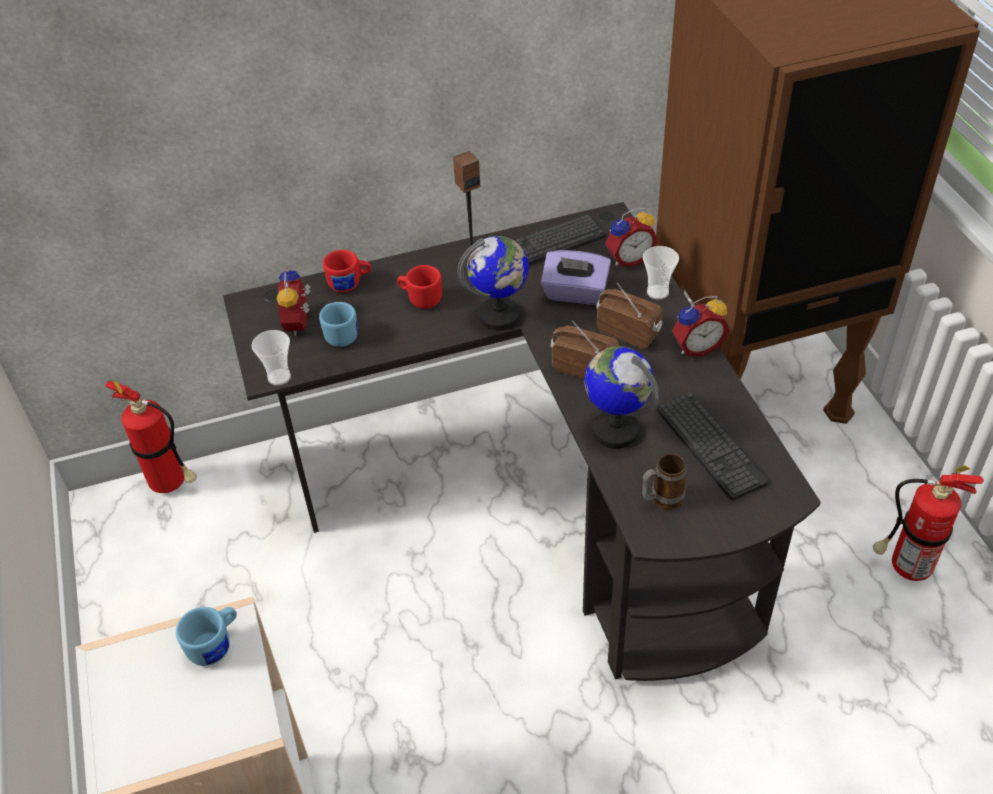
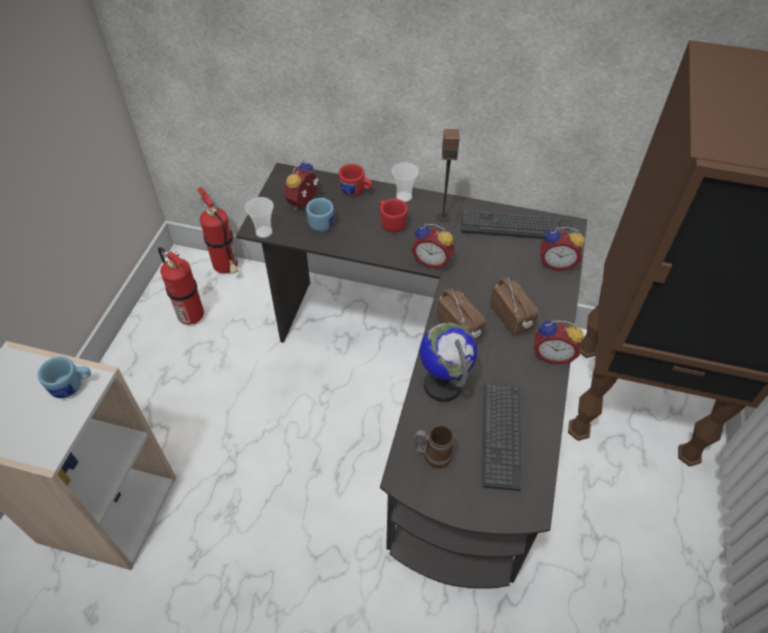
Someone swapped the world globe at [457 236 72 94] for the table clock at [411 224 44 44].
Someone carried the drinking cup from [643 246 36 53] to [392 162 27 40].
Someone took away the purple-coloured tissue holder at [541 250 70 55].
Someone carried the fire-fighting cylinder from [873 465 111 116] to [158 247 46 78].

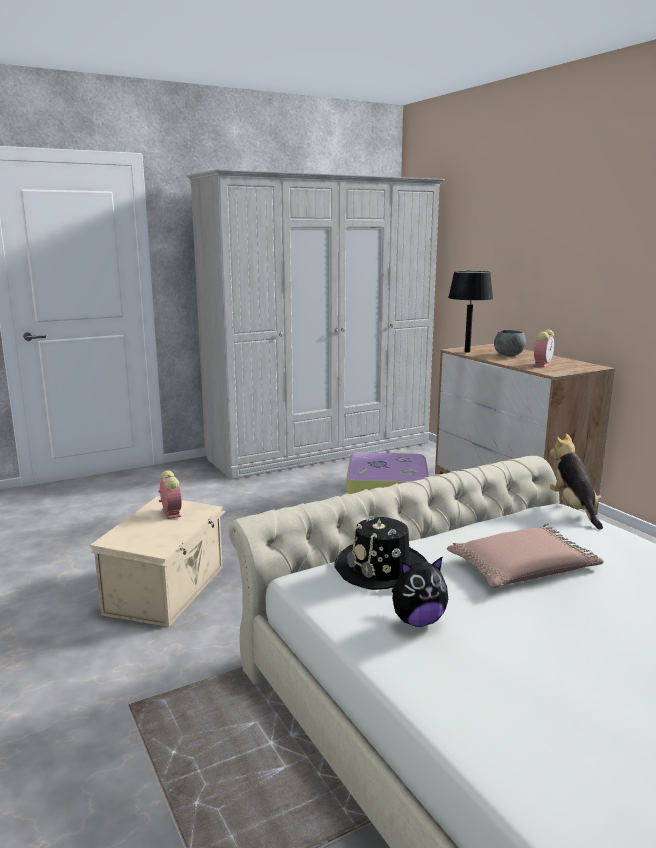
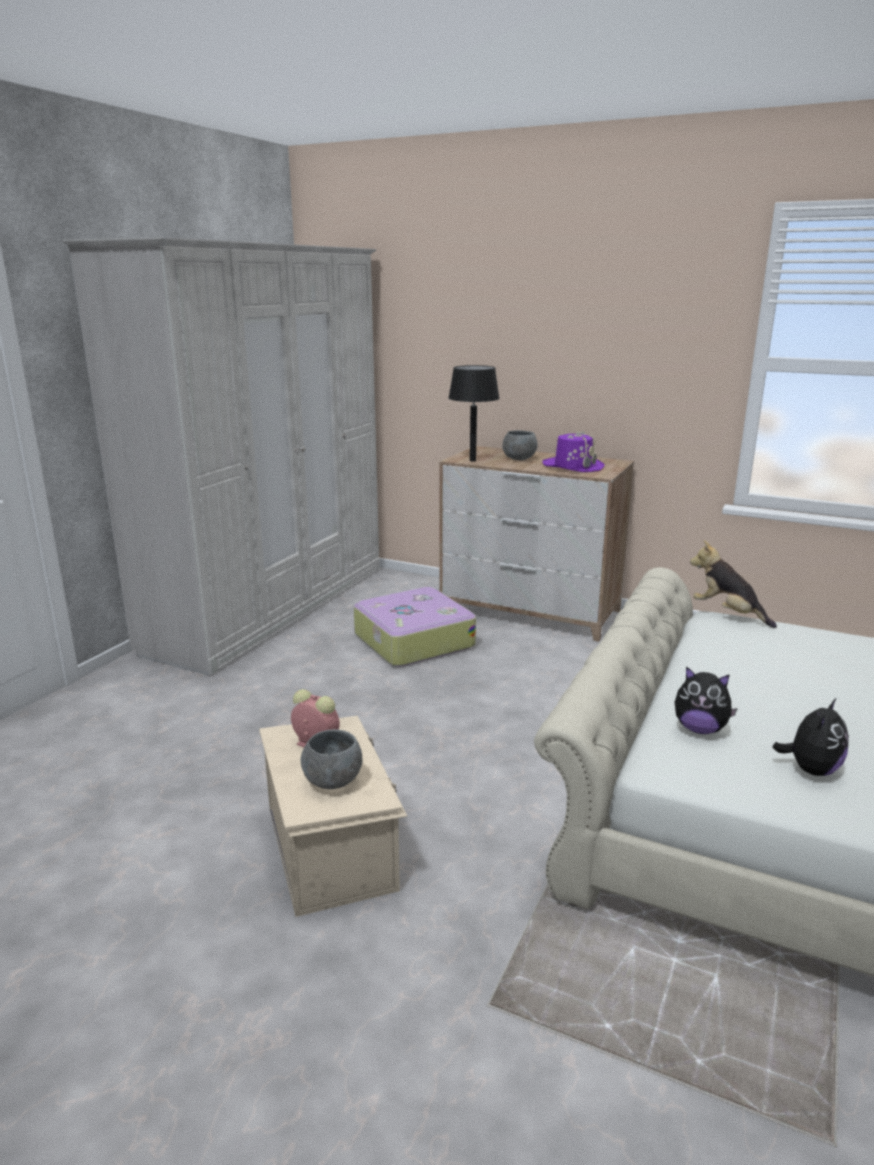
Someone swapped the table clock at [534 330 21 38] for the purple-coloured hat at [542 431 63 41].
Someone swapped the blackish hat at [334 516 94 74] for the plush toy at [675 666 63 68].
Someone took away the sand-coloured throw pillow at [447 523 157 65].
Someone put down the grey deep dish at [301 729 62 60].

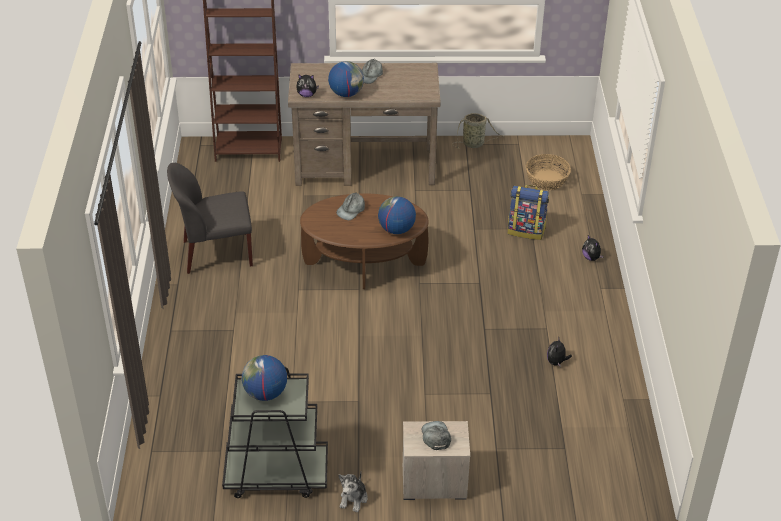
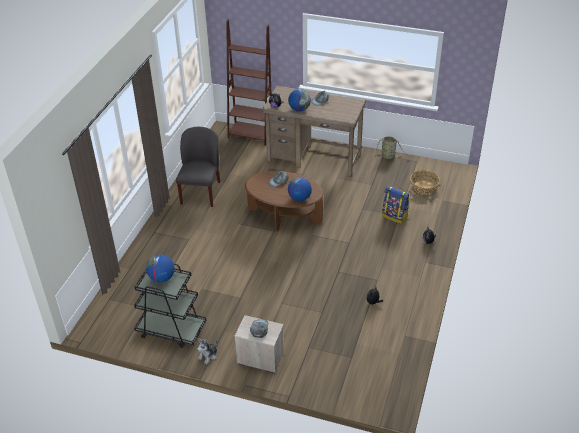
Someone rotated the grey upright chair at [167 163 86 111] by 90 degrees clockwise.

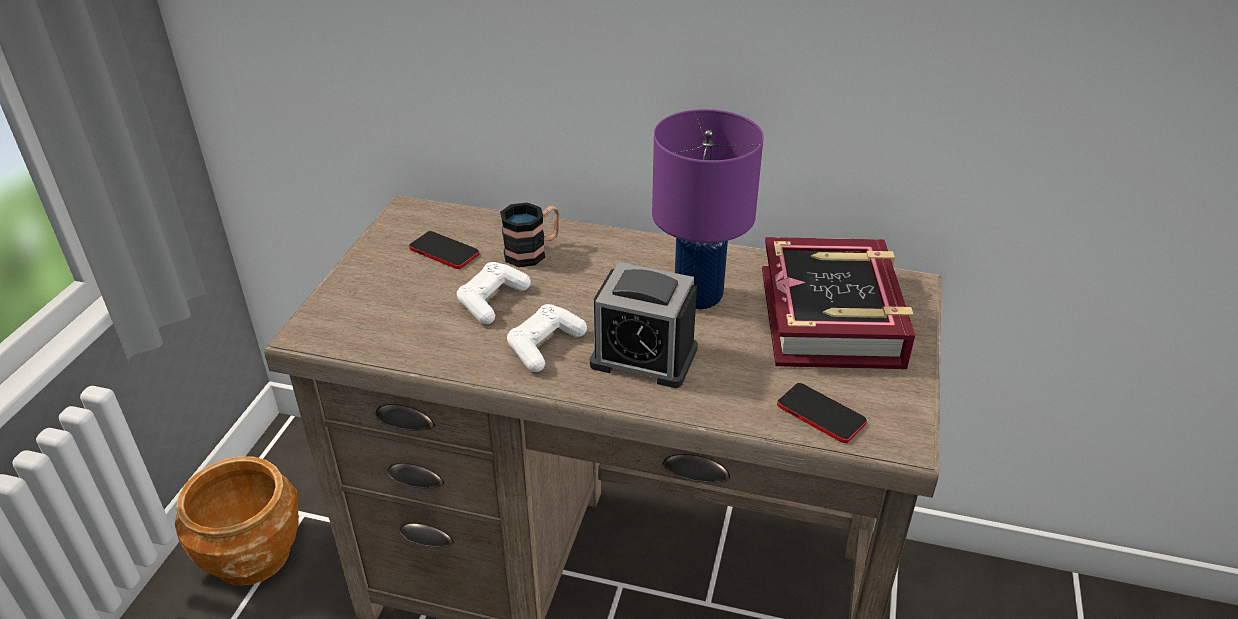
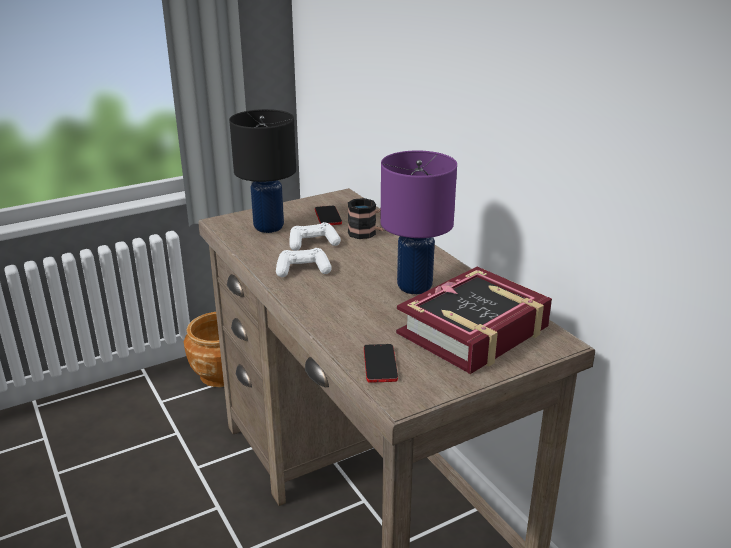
Someone took away the table clock at [590 262 108 126].
Someone put down the blackish tabletop lamp at [229 109 67 124].

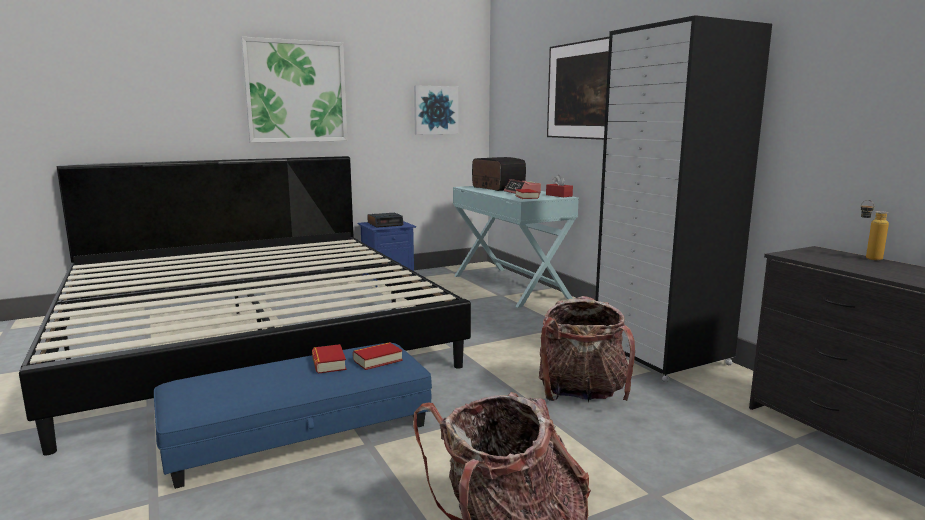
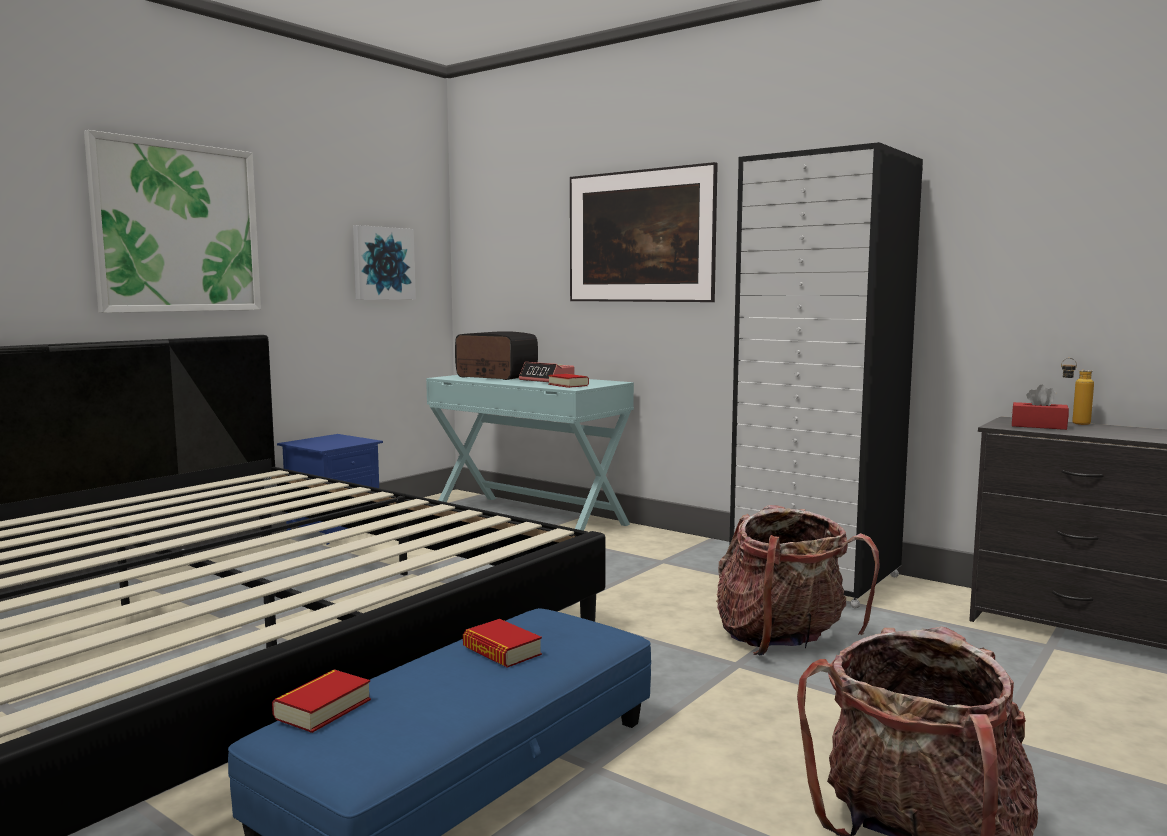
Someone carried the reddish tissue holder from [546 175 27 22] to [1012 385 57 45].
Someone took away the table clock at [367 213 37 15].
Someone carried the book from [353 342 50 28] to [272 669 99 64].

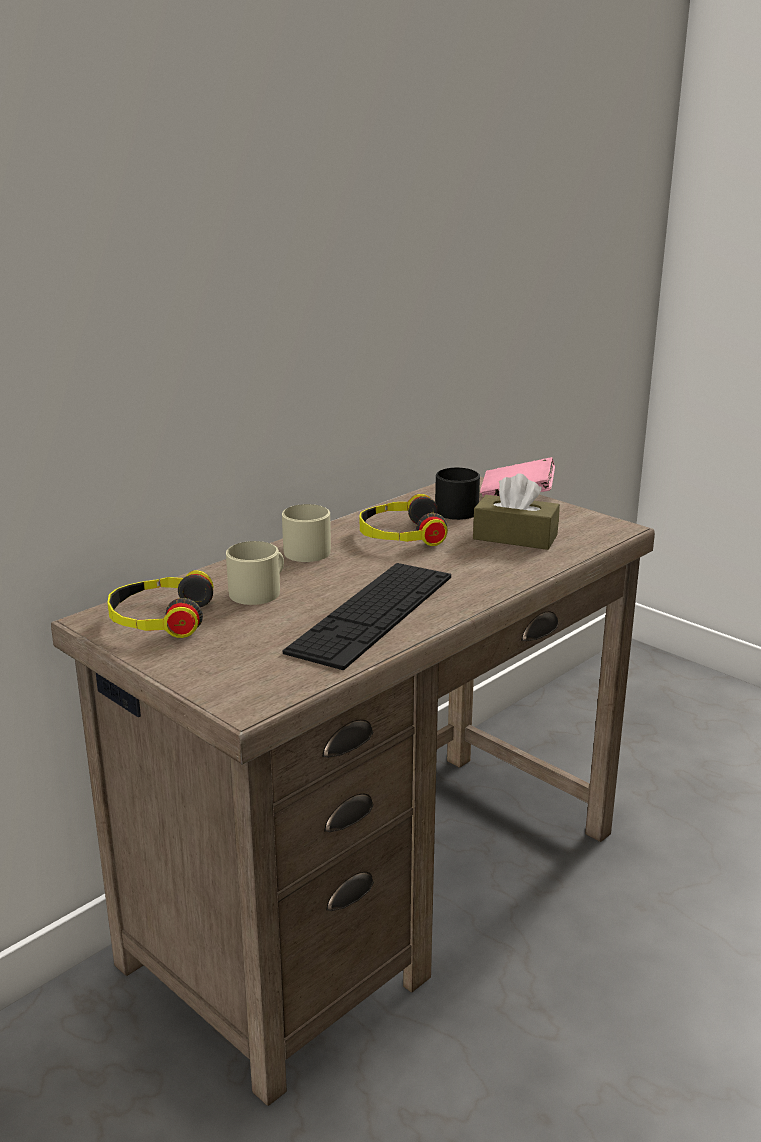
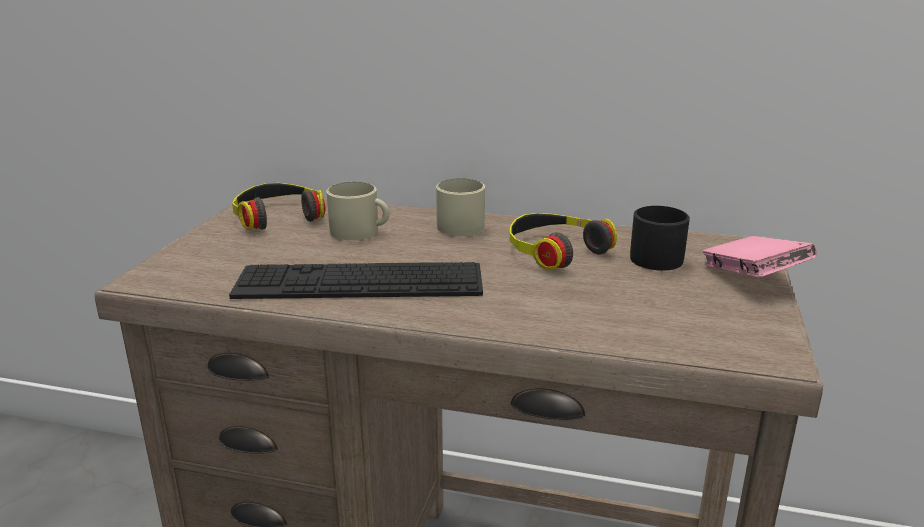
Someone took away the brown-coloured tissue holder at [473 473 87 77].

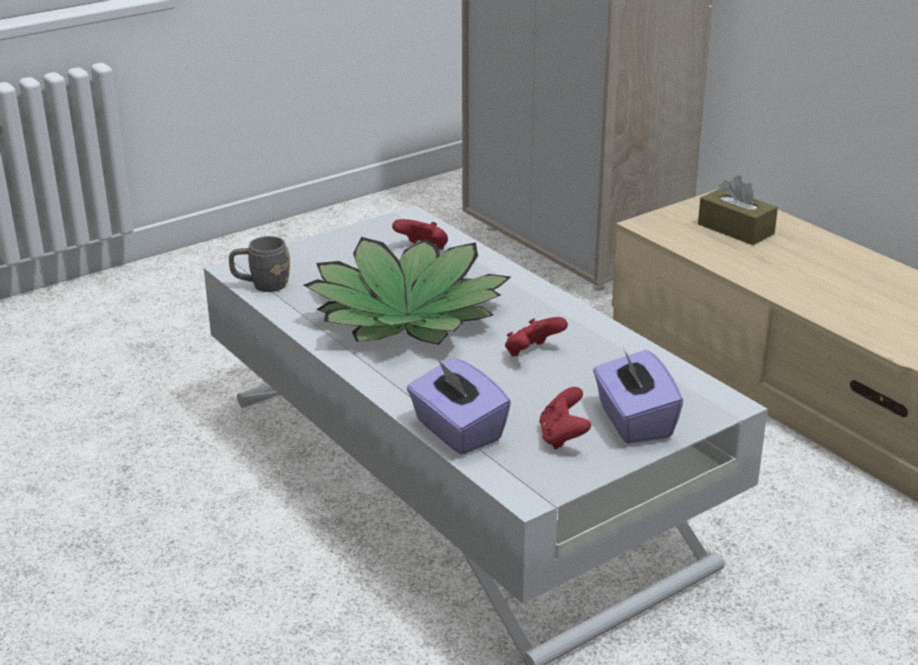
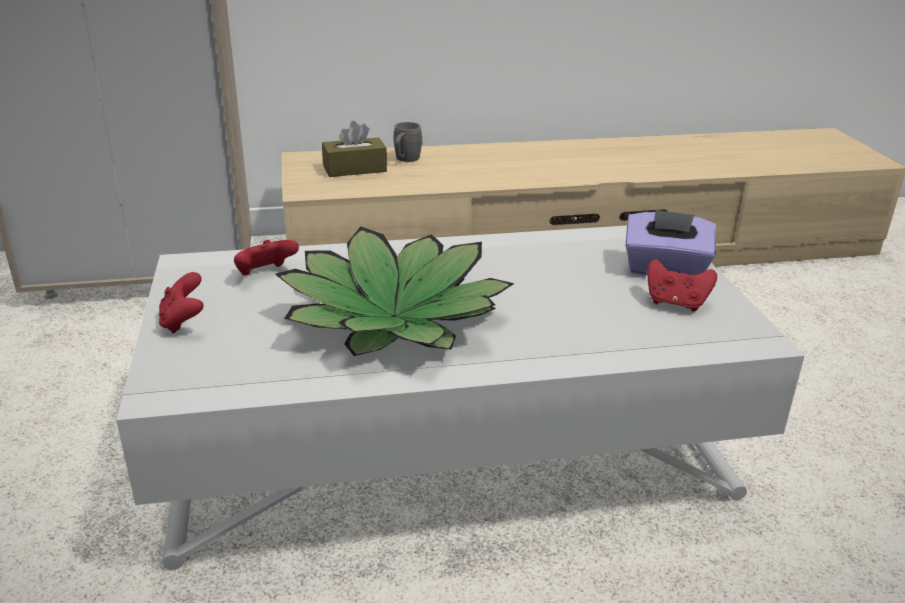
Someone carried the grey mug from [229 236 61 56] to [394 122 29 40].
Someone carried the reddish joypad from [505 317 63 40] to [159 272 45 62].
Someone took away the purple-coloured tissue holder at [407 358 104 97].

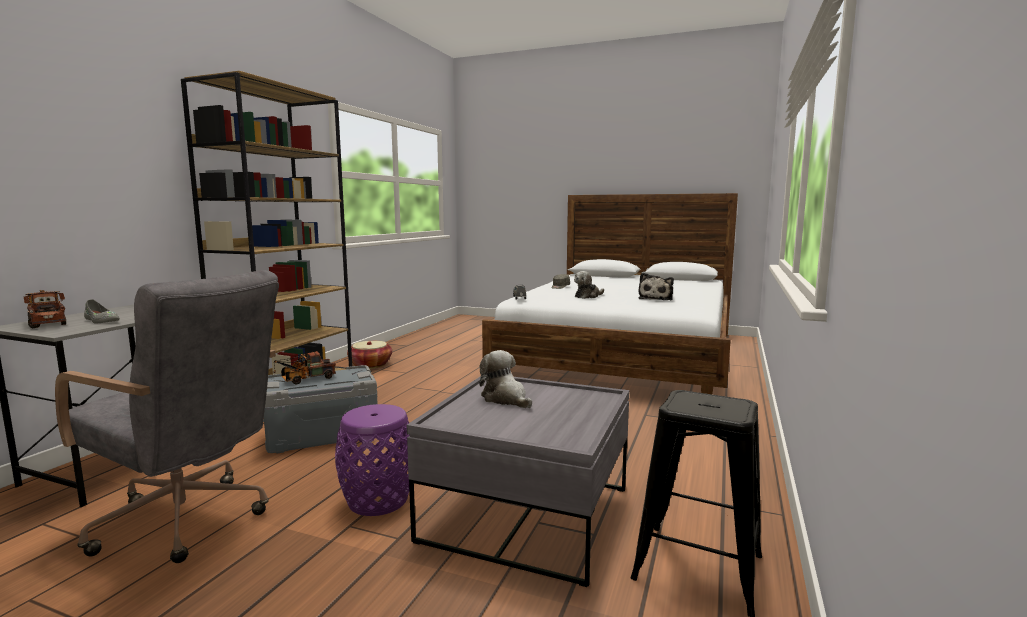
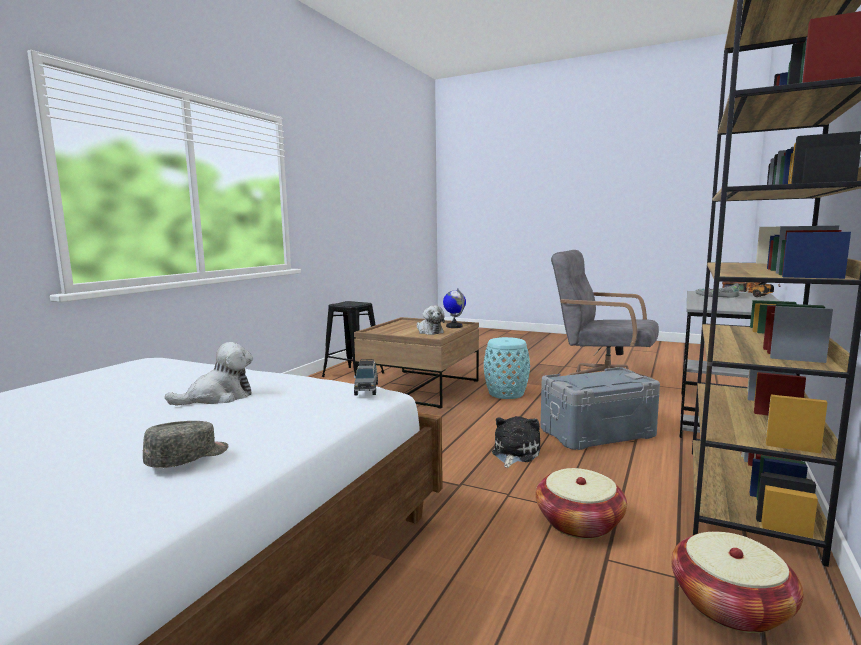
Someone carried the plush toy from [638 273 36 28] to [492 416 48 52].
Someone took away the model truck at [273 351 63 33].
Someone repainted the grey lounge table at [407 376 223 211], which became the brown-coloured lounge table at [354 317 125 91].
Someone repainted the purple-coloured stool at [335 404 75 112], which became the turquoise-coloured stool at [484 337 46 62].
Someone put down the world globe at [443 288 23 40].
Someone put down the storage basket at [536 468 91 71].

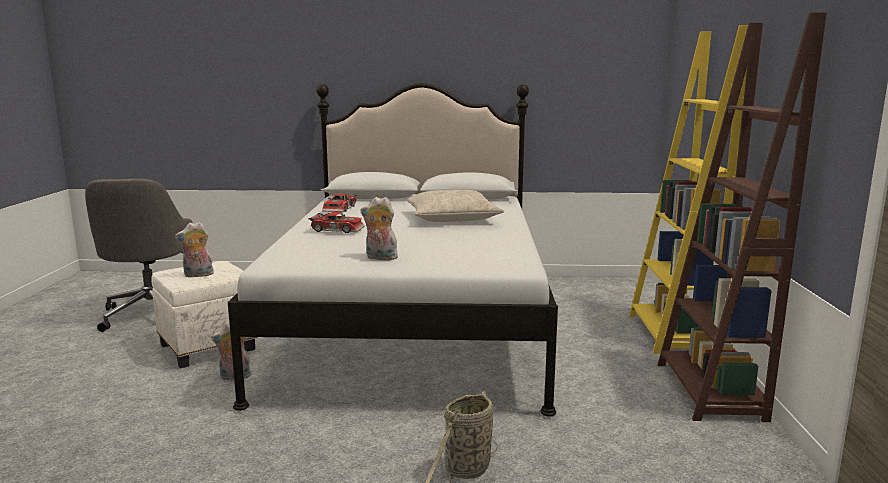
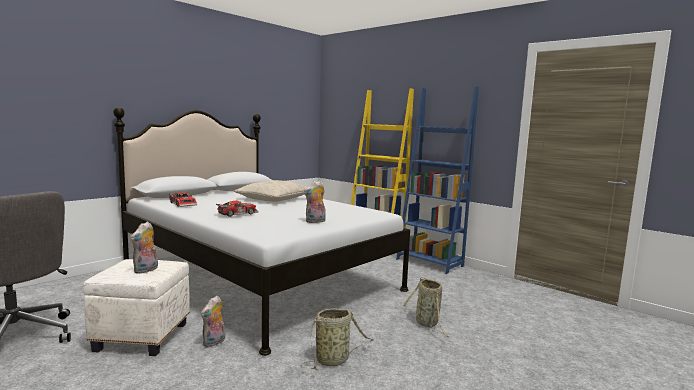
Someone repainted the brown-coloured bookcase at [658 12 169 410], which became the blue-coloured bookcase at [396 86 83 188].
Someone put down the storage basket at [301 308 72 62].

